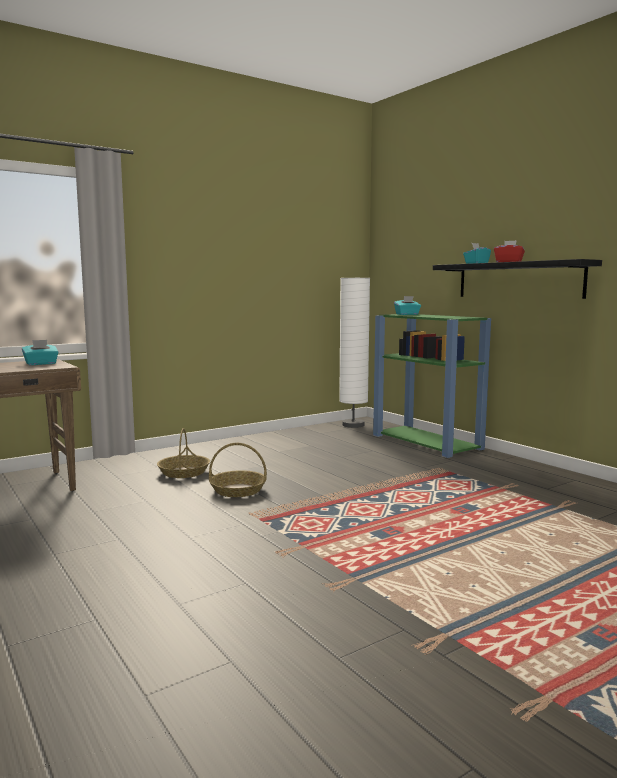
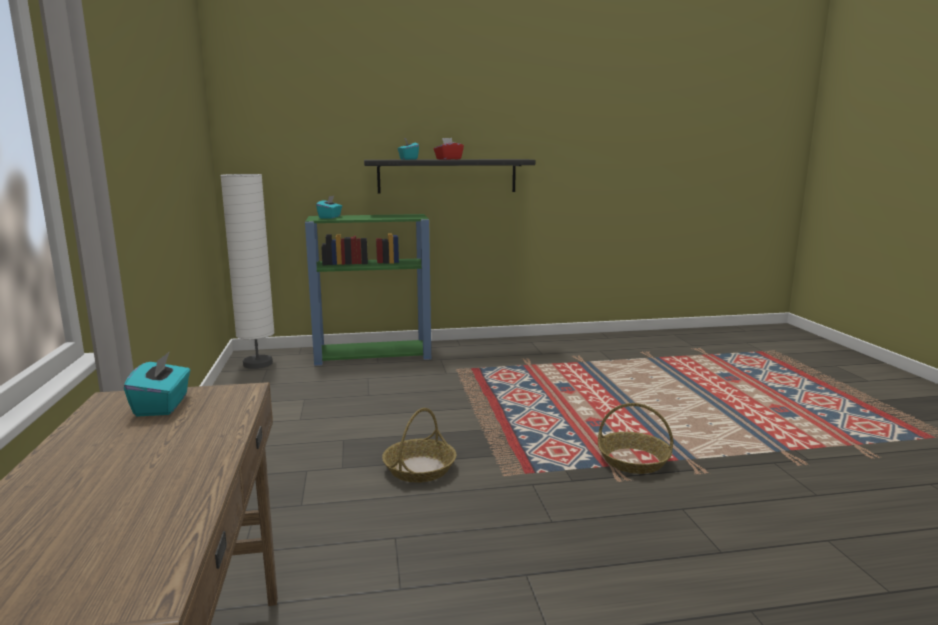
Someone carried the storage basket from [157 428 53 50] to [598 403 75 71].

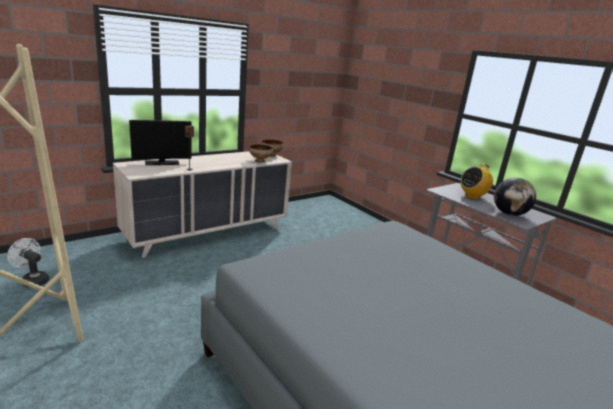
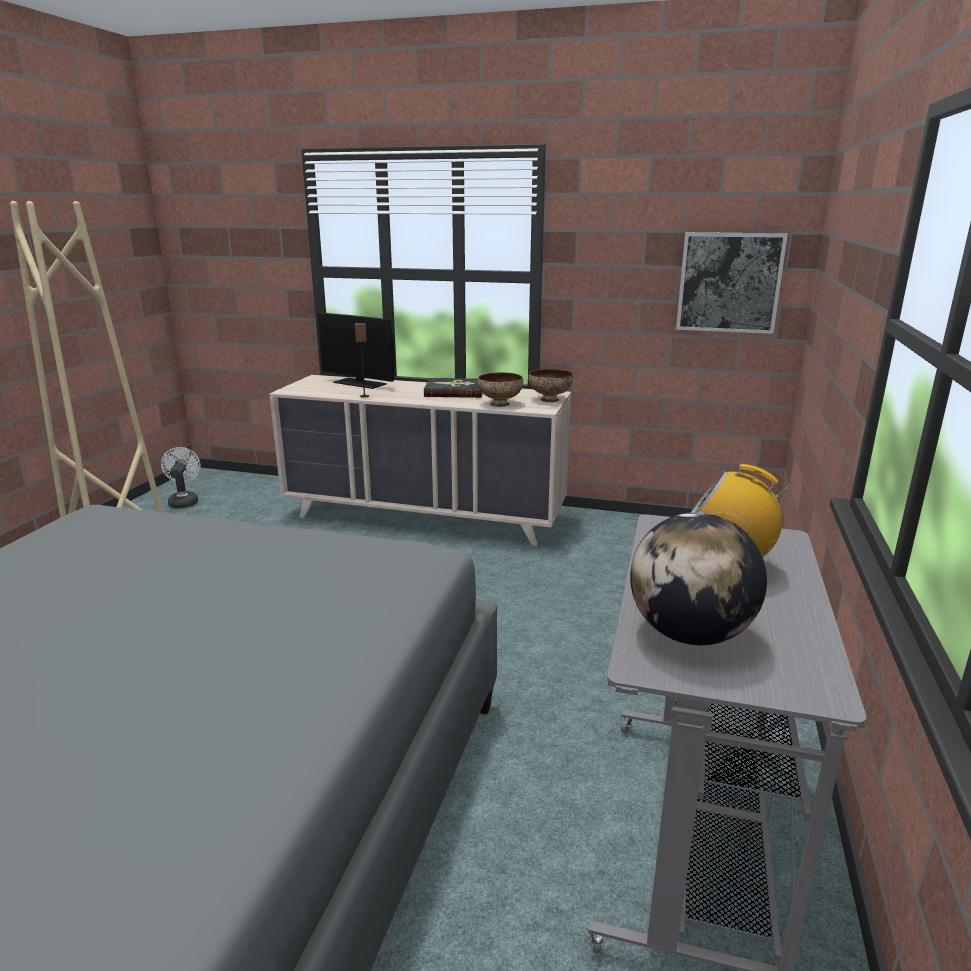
Someone put up the wall art at [676 232 112 102].
Someone put down the book at [424 378 59 20].

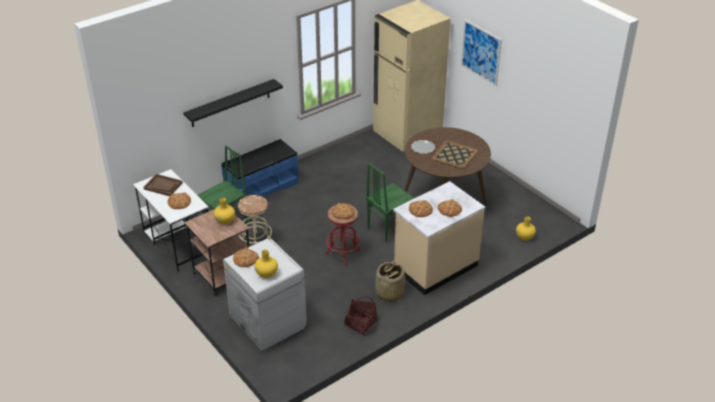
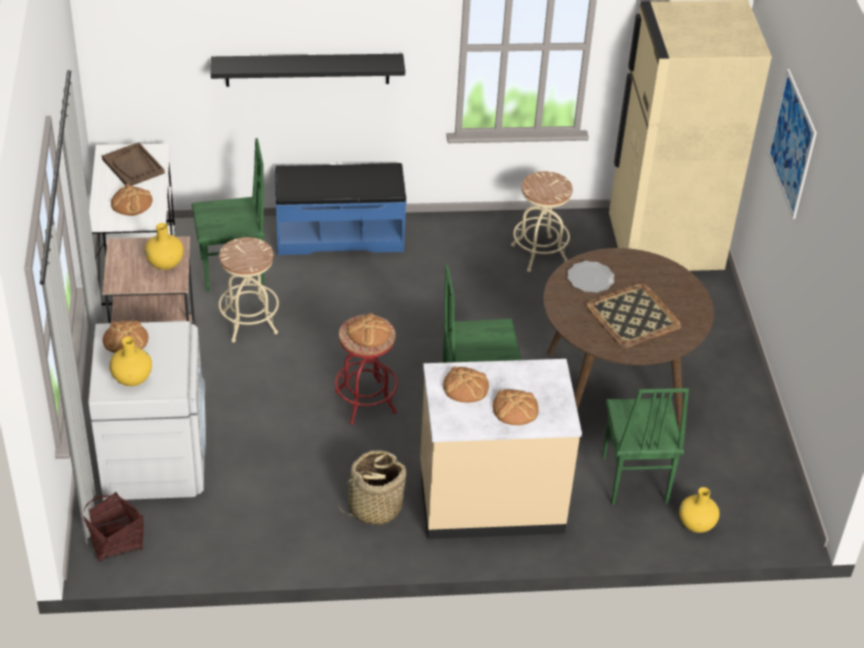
Someone carried the storage basket from [344 296 33 39] to [80 491 64 71].
Someone put down the sand-coloured stool at [511 171 62 101].
Someone put down the greenish upright chair at [602 388 87 117].

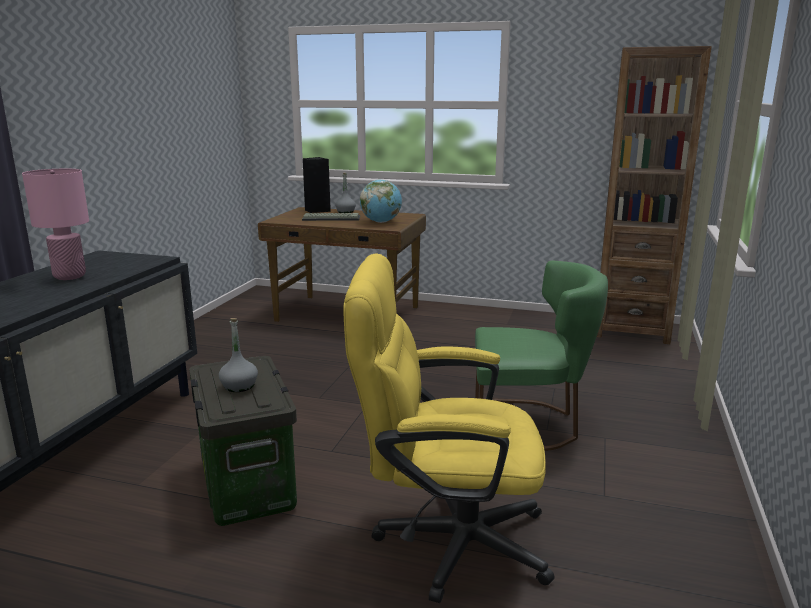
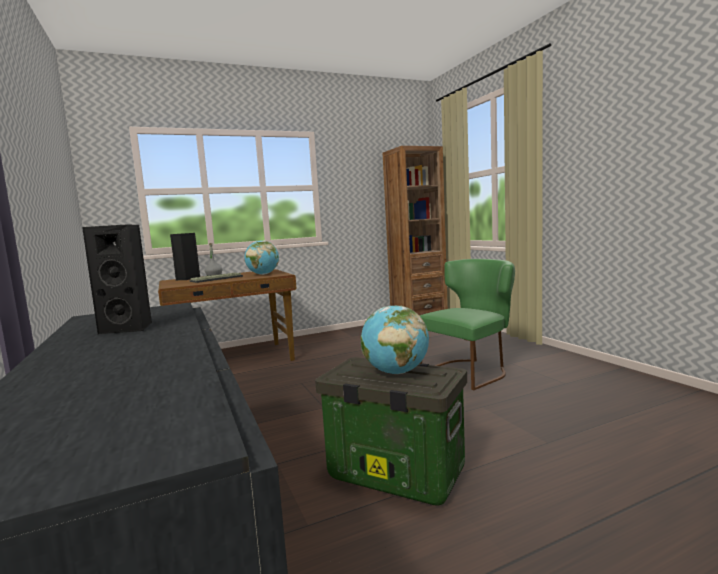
Someone swapped the pinkish tabletop lamp at [22 169 67 111] for the blackish loudspeaker at [82 224 70 110].
Someone took away the yellow-coloured desk chair at [343 253 212 350].
Someone swapped the grey beverage bottle at [219 318 39 74] for the world globe at [361 305 68 69].

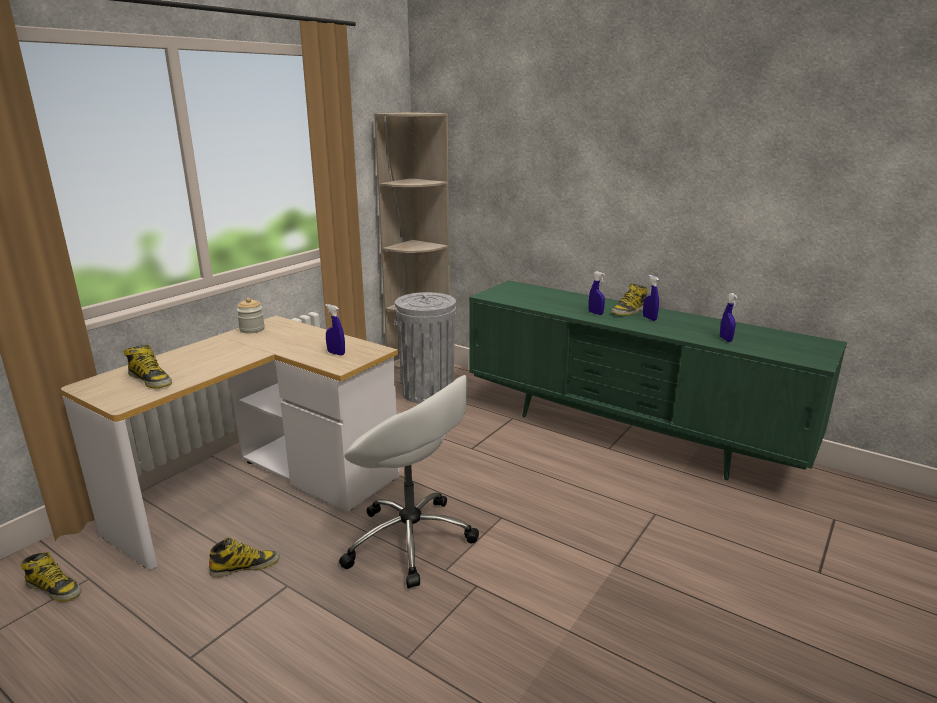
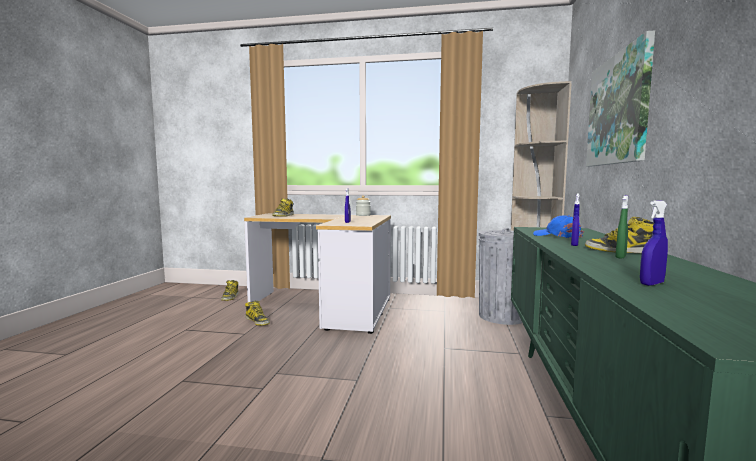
Someone repainted the blue-coloured hand sprayer at [643 275 16 46], which became the greenish hand sprayer at [616 195 12 64].
Someone took away the white-coloured desk chair at [339 375 140 213].
Someone put up the wall art at [586 31 69 135].
Someone put down the blue-coloured peaked cap at [533 215 51 23].

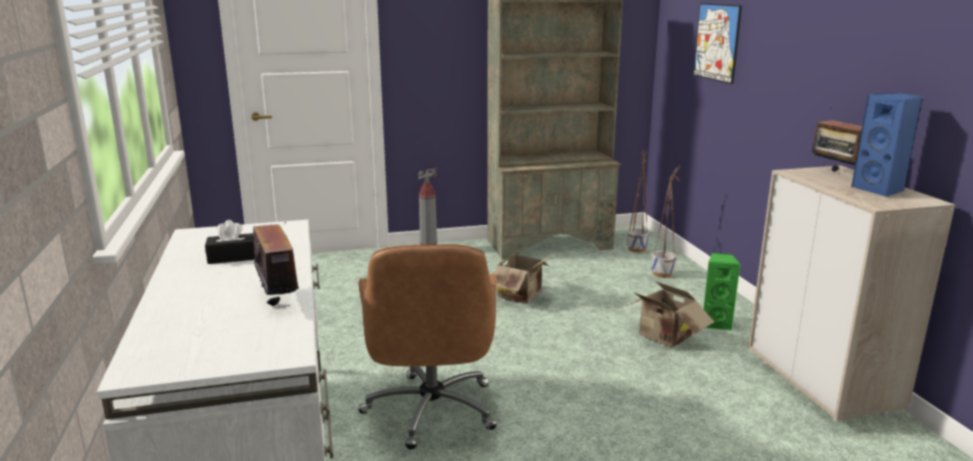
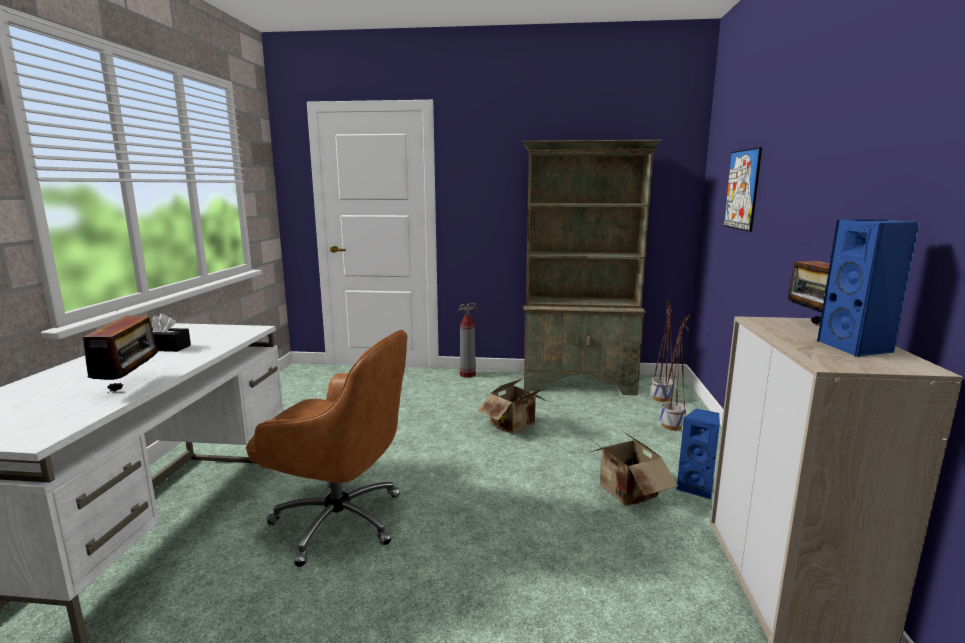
Someone rotated the brown-coloured desk chair at [358 244 139 206] by 90 degrees counterclockwise.
Someone repainted the greenish loudspeaker at [704 253 36 78], which became the blue-coloured loudspeaker at [676 408 44 91].

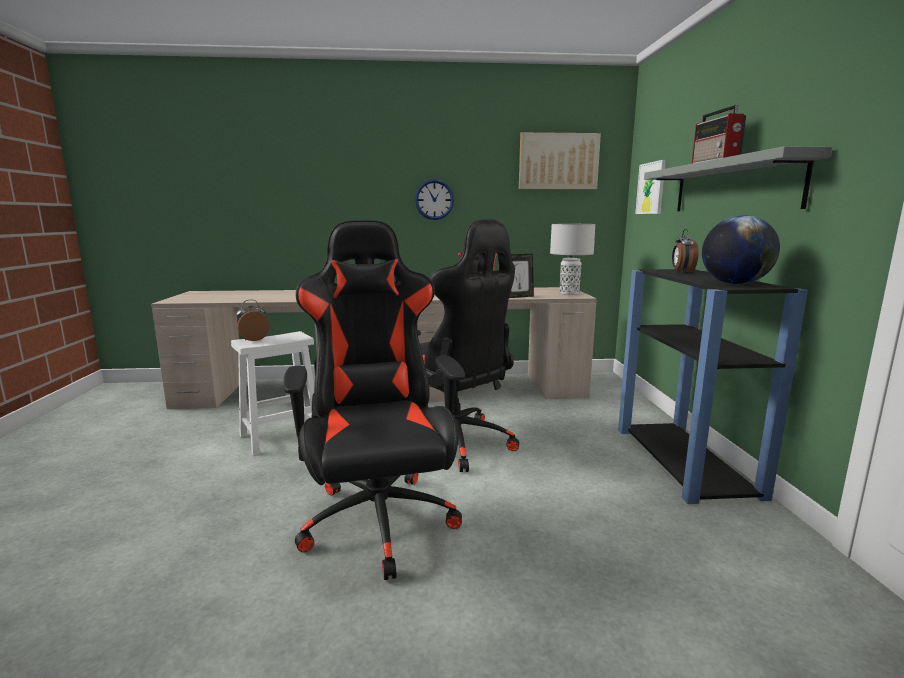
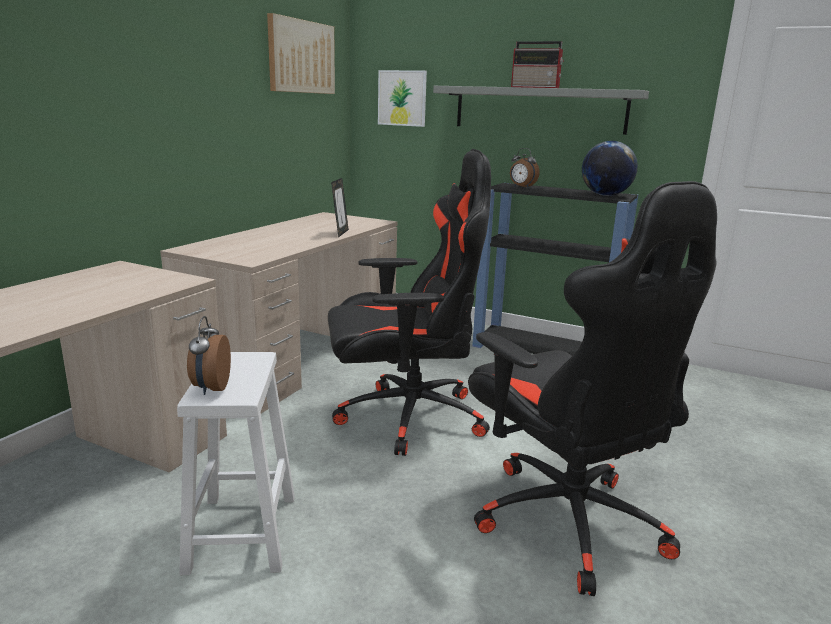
Someone took away the clock on the wall at [415 180 39 40].
Someone rotated the blackish desk chair at [283 220 182 360] by 135 degrees counterclockwise.
Someone took away the white-coloured tabletop lamp at [550 224 45 71].

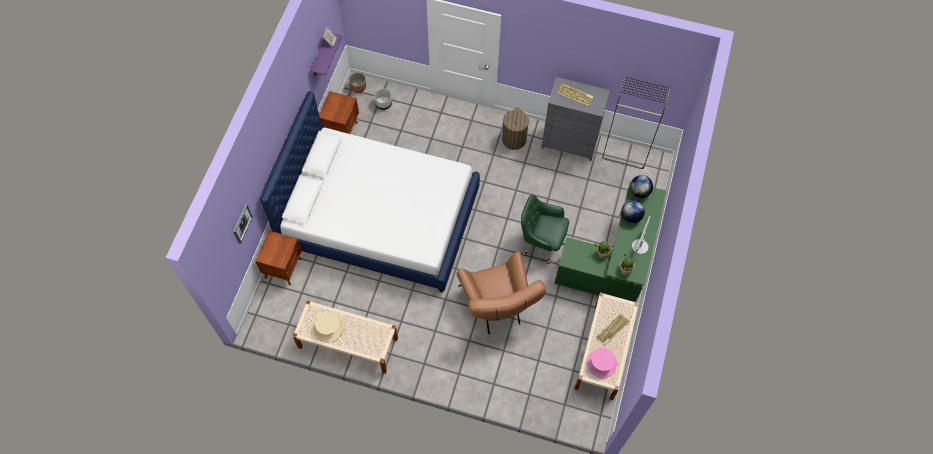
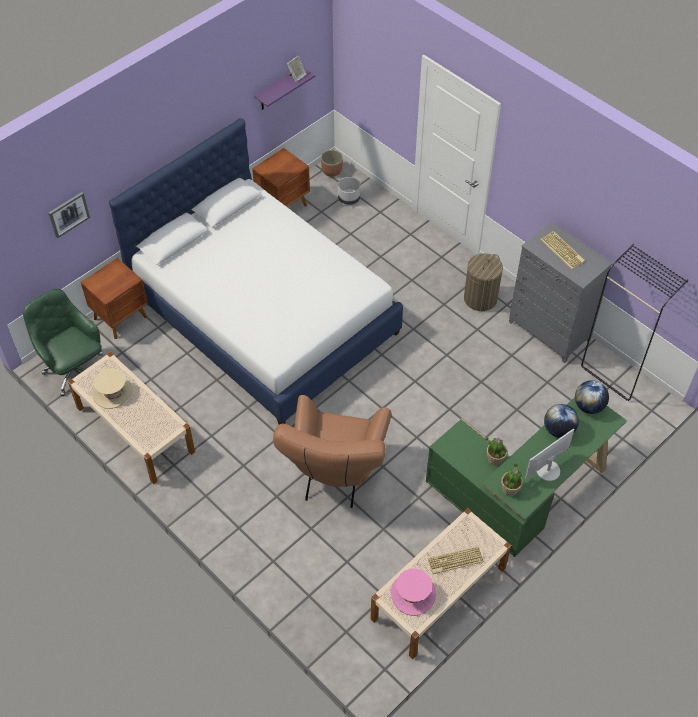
Someone carried the greenish desk chair from [521 195 48 69] to [23 289 80 107].

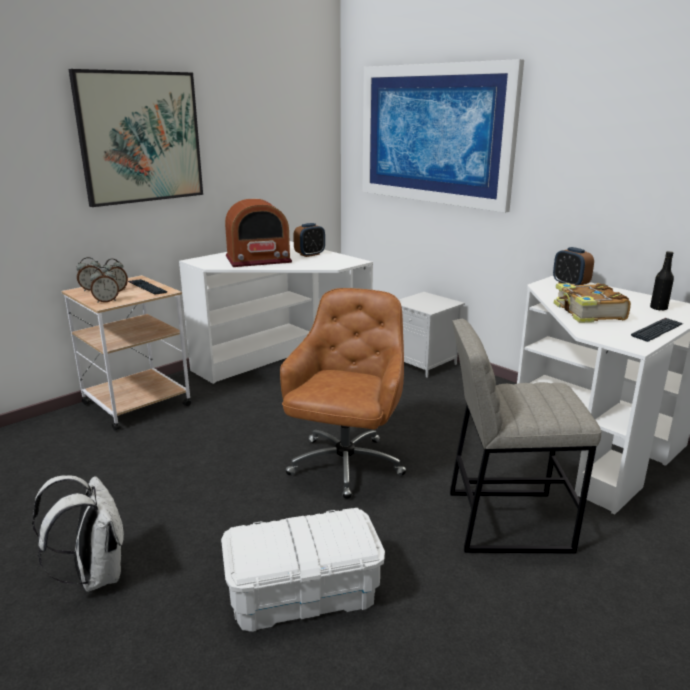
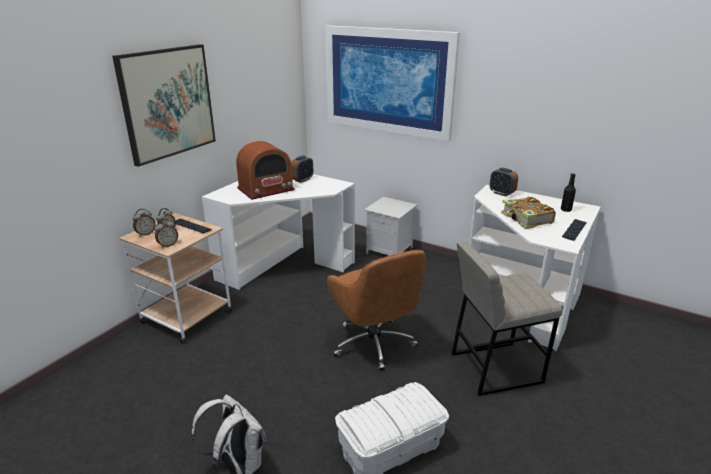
Someone rotated the brown-coloured desk chair at [280 288 126 211] by 150 degrees clockwise.

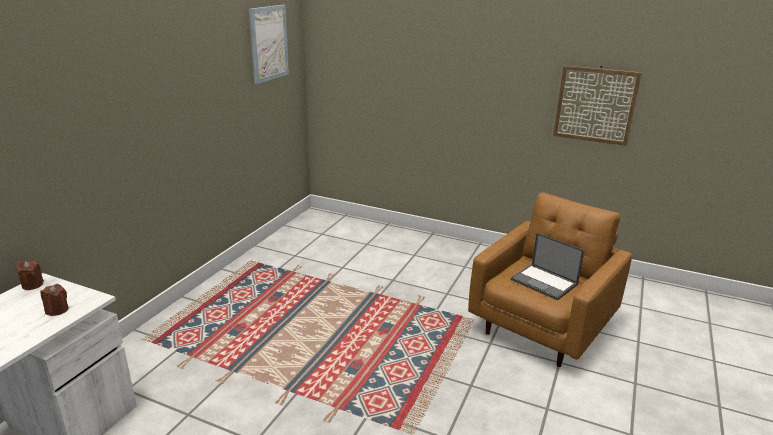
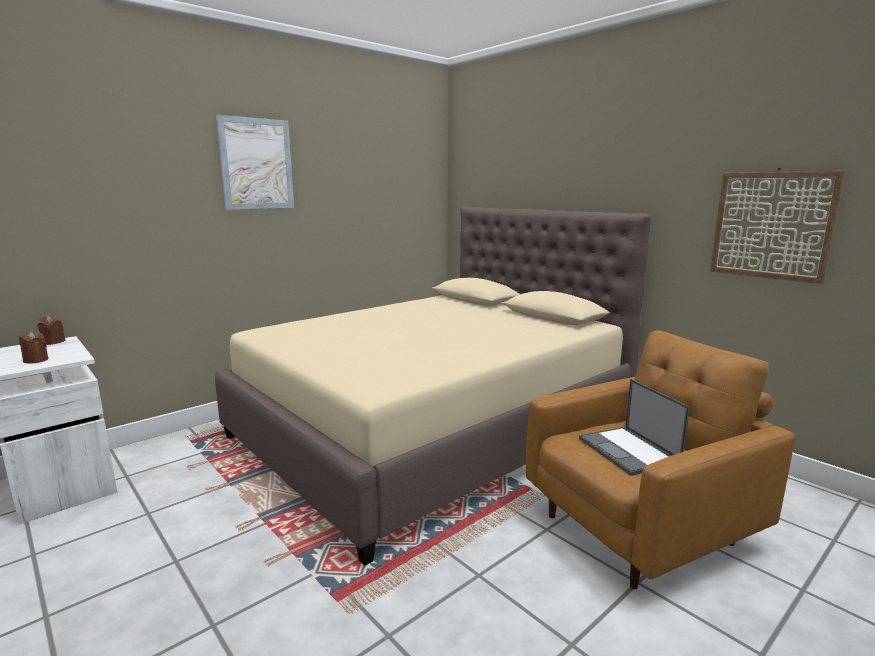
Someone carried the wall art from [249 5 40 79] to [216 115 78 95].
Someone put down the sand-coloured bedroom bed at [215 207 436 359].

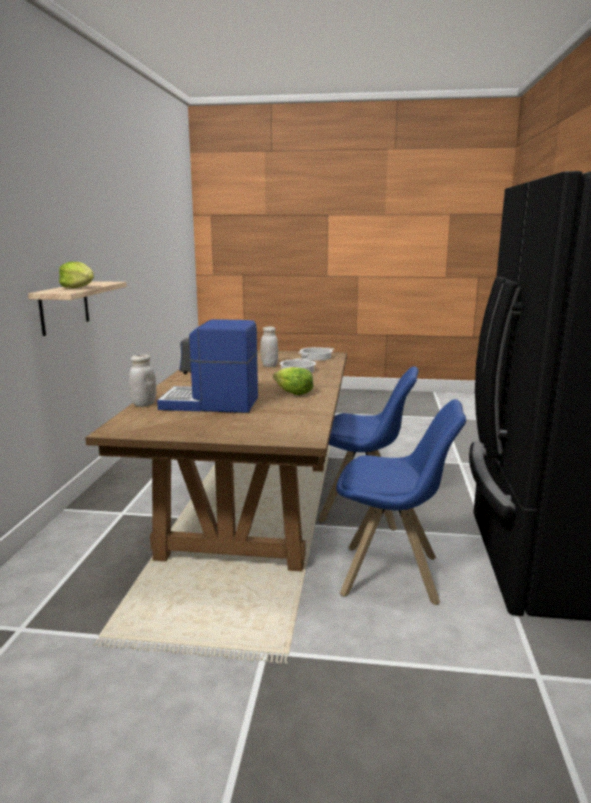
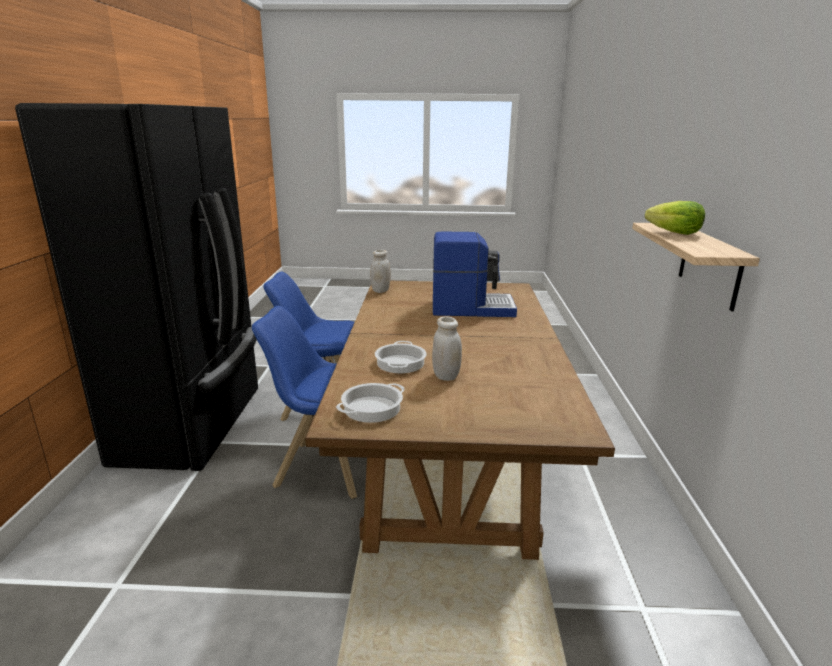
Someone carried the white-coloured preserve jar from [129 354 28 53] to [370 250 21 43].
Someone took away the lettuce head at [273 367 40 28].

